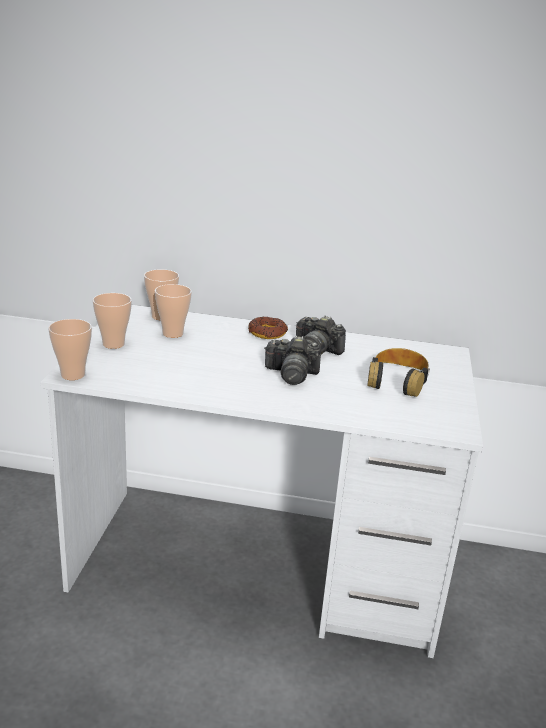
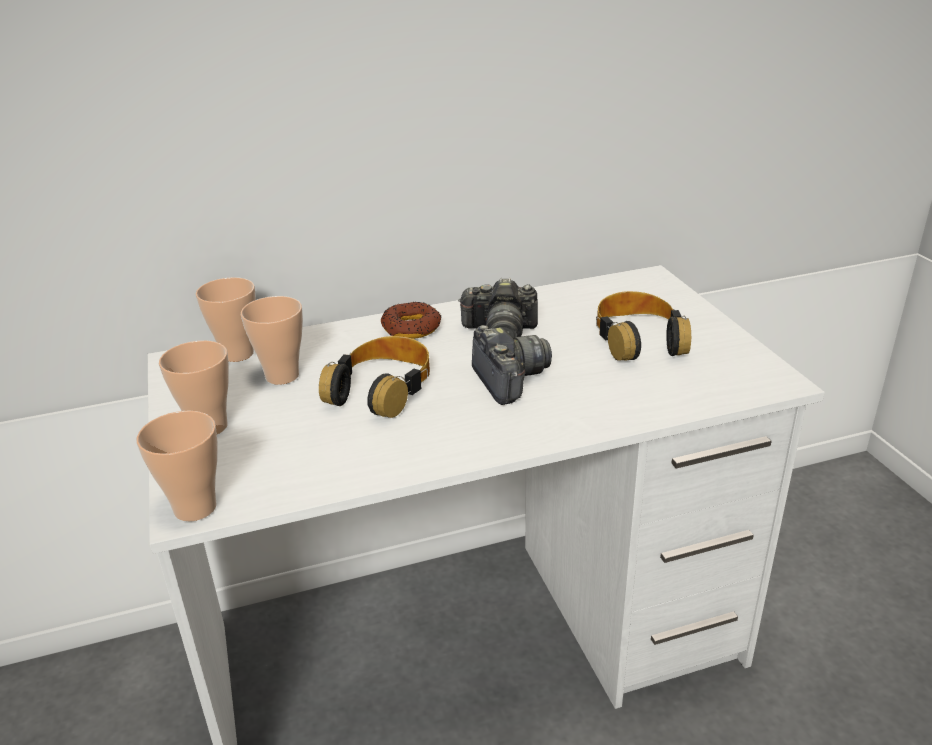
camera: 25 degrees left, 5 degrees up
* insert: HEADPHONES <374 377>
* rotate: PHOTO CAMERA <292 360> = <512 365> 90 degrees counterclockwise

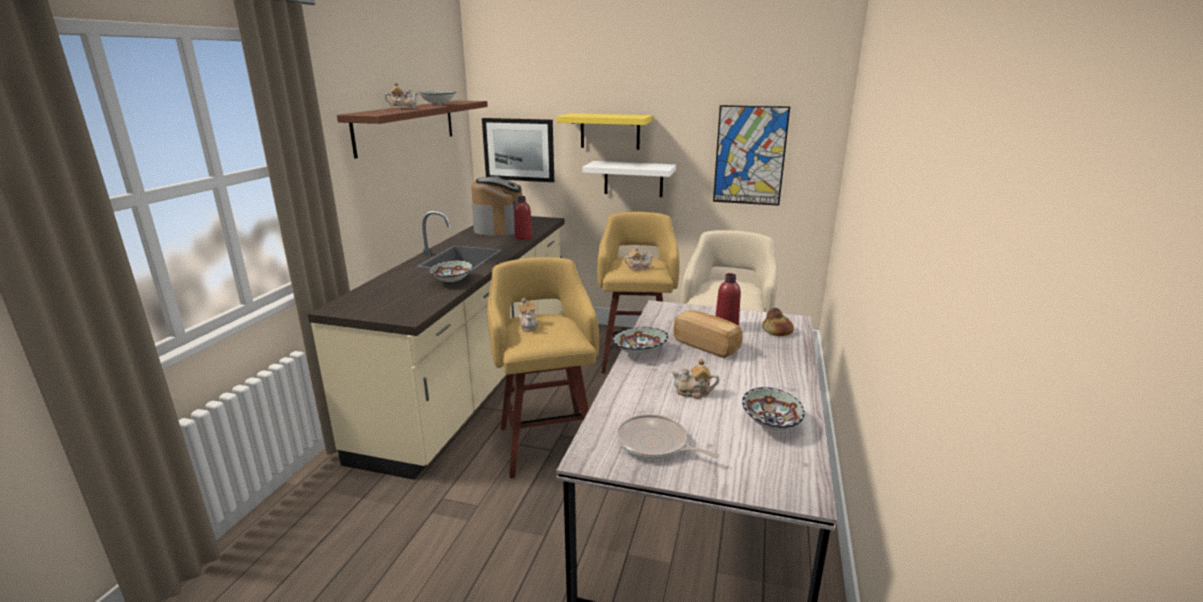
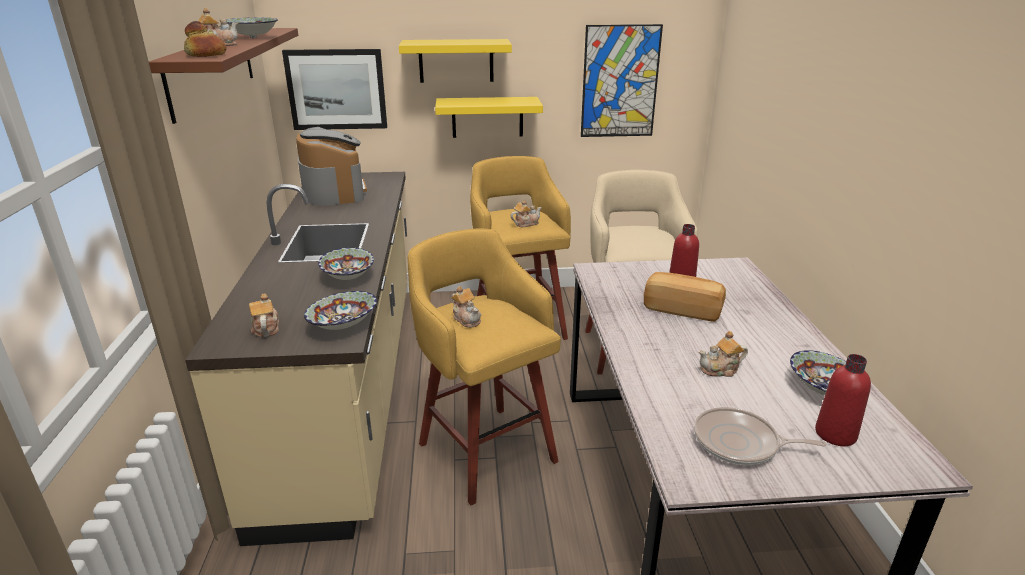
camera: 20 degrees left, 5 degrees up
* move: BREAD <778 322> to <205 39>
* insert: TEAPOT <264 315>
* move: BOWL <640 340> to <340 310>
* recolor: WHITE SHELF <629 179> to YELLOW SHELF <489 117>
* move: RED BOTTLE <523 218> to <843 400>

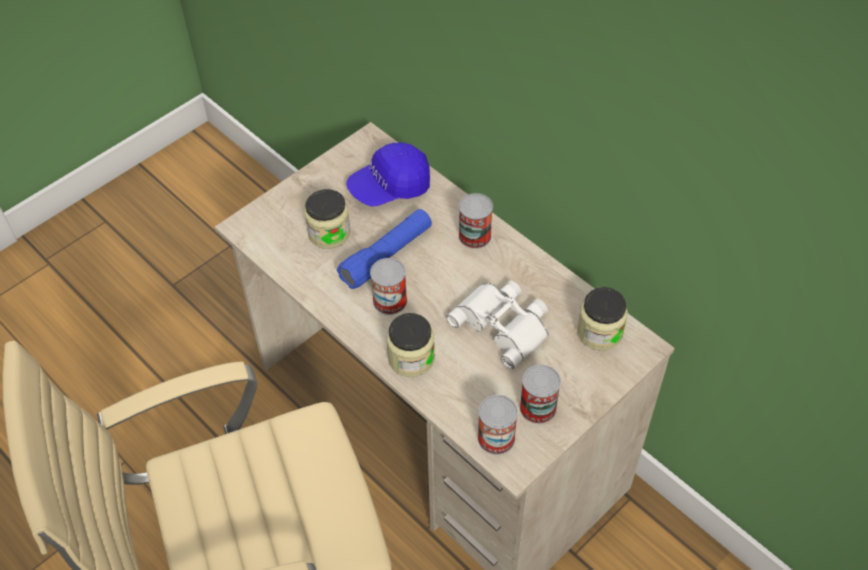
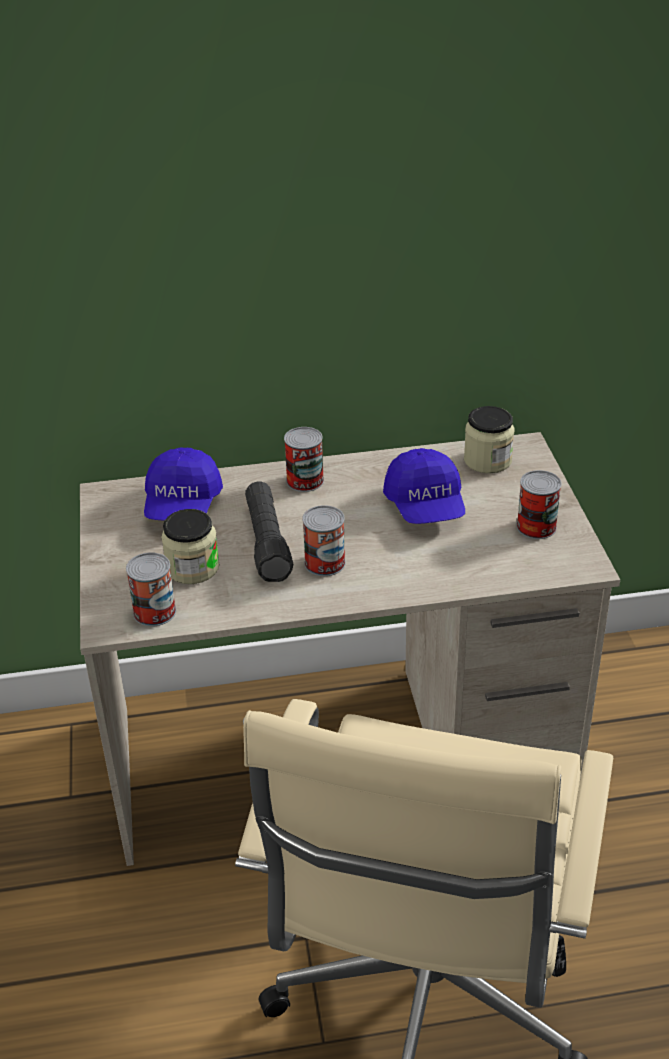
camera: 55 degrees left, 15 degrees down
* move: CAN <497 425> to <151 589>
* recolor: BLUE FLASHLIGHT <384 249> to BLACK FLASHLIGHT <269 531>
* replace: WHITE BINOCULARS <498 324> to BLUE CAP <424 486>
* delete: JAR <410 345>

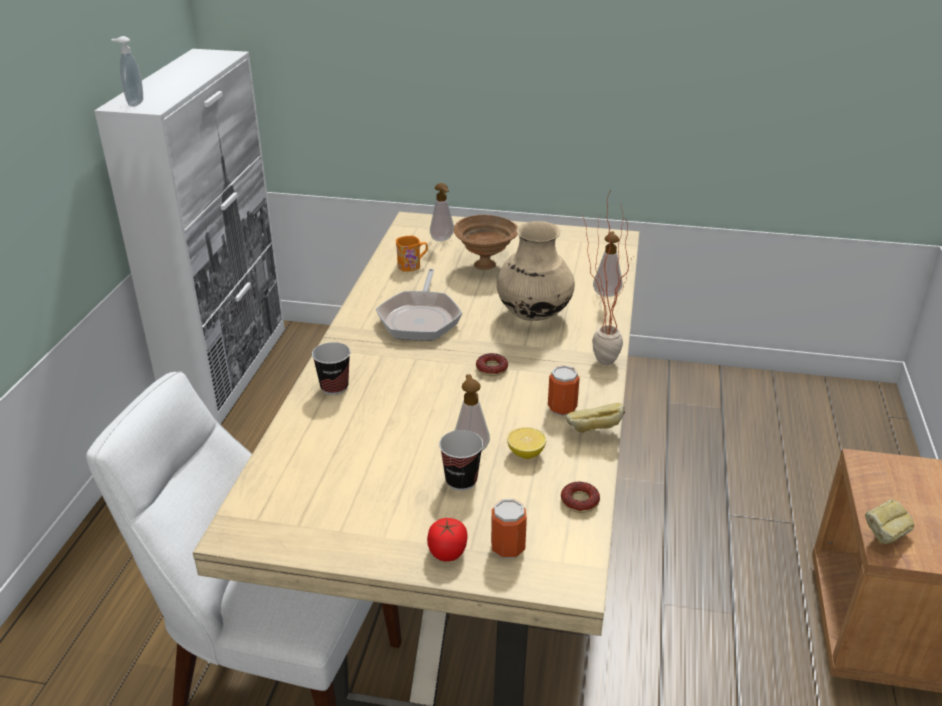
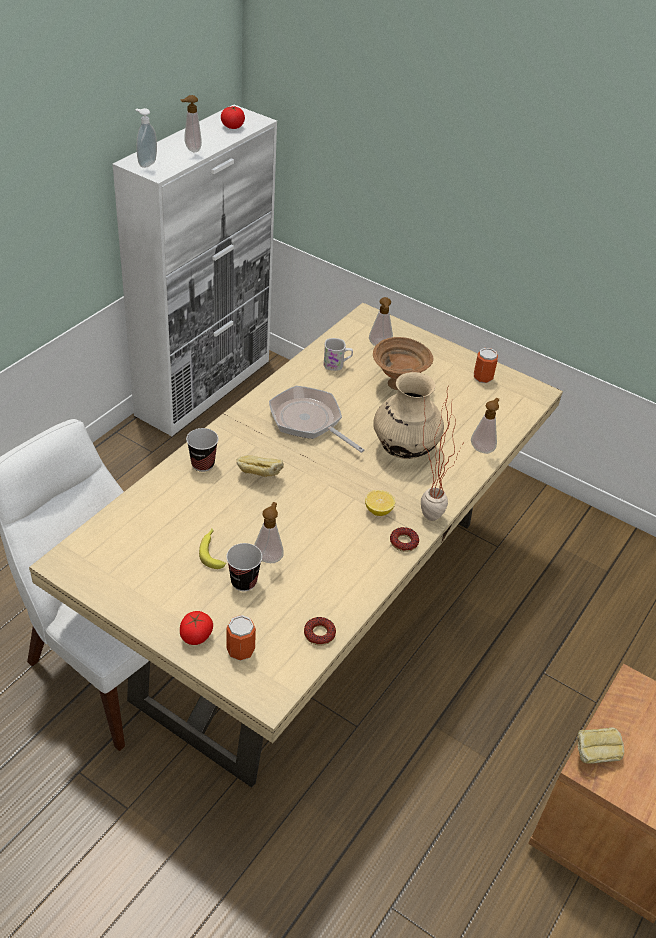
camera: 20 degrees right, 10 degrees up
* insert: SOAP DISPENSER <191 123>
* insert: BANANA <212 548>
* insert: TOMATO <233 117>
* move: BREAD <595 418> to <260 466>
* rotate: FRYING PAN <419 304> = <316 419> 105 degrees clockwise
* recolor: ORANGE MUG <412 254> to WHITE MUG <338 354>
* move: LEMON <526 443> to <380 503>
* move: DONUT <492 364> to <404 539>
* move: CAN <564 390> to <486 365>

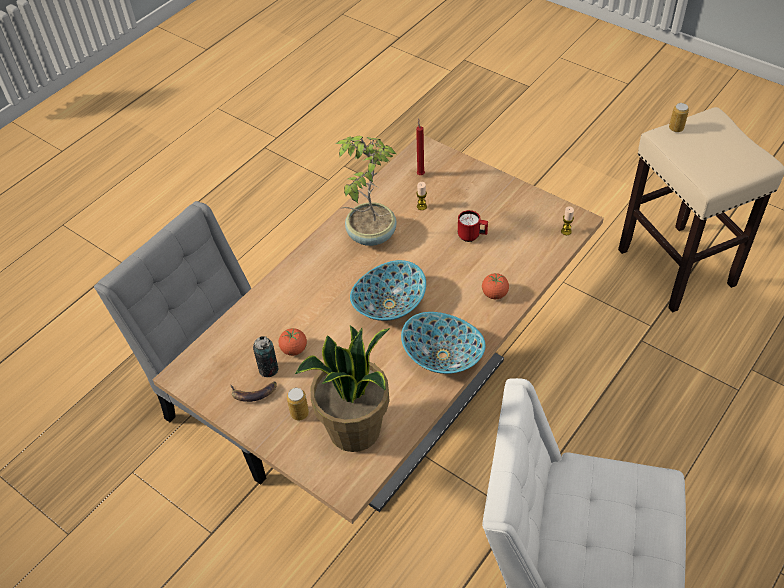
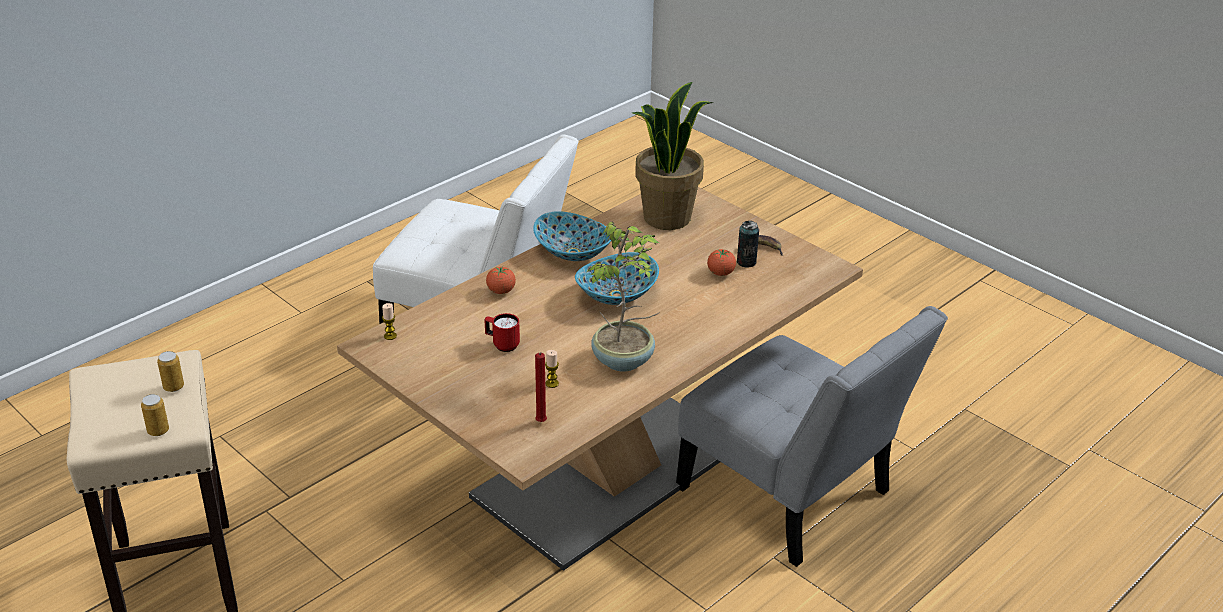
camera: 175 degrees left, 15 degrees down
* move: CAN <298 404> to <170 371>

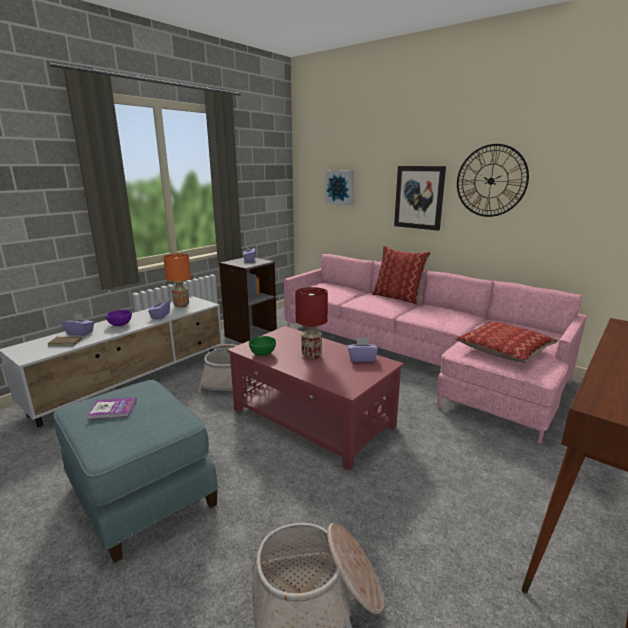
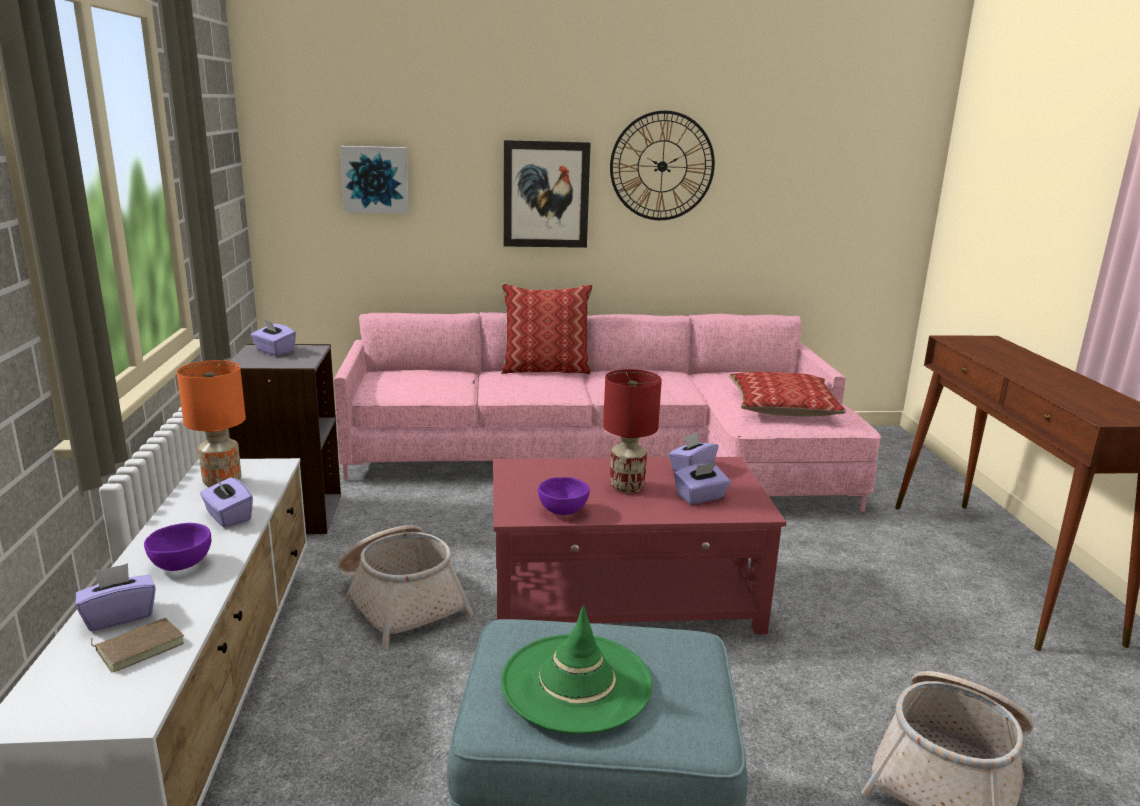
camera: 45 degrees left, 0 degrees up
* replace: BOOK <111 408> to GREEN HAT <576 669>
* recolor: GREEN BOWL <262 346> to PURPLE BOWL <564 496>
* insert: PURPLE TISSUE BOX <702 484>

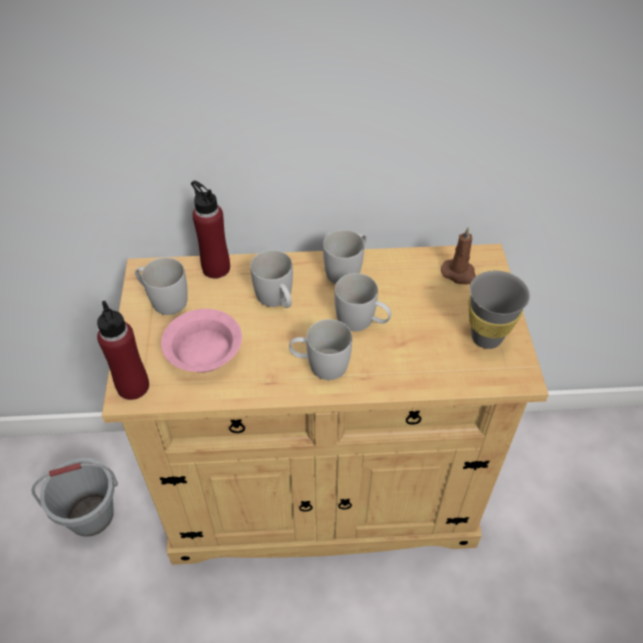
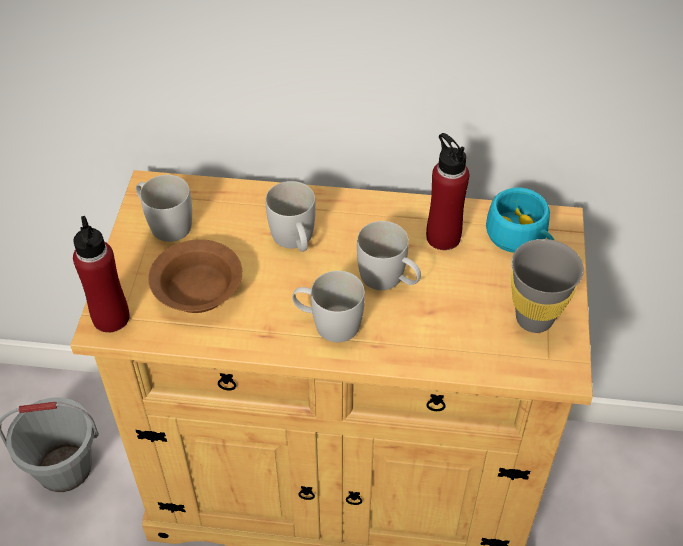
camera: 10 degrees right, 0 degrees up
* recolor: PINK BOWL <201 340> to BROWN BOWL <195 276>
* move: RED BOTTLE <210 229> to <447 191>
* replace: BROWN CANDLE <458 255> to TURQUOISE CUP <520 220>
* delete: WHITE MUG <345 257>

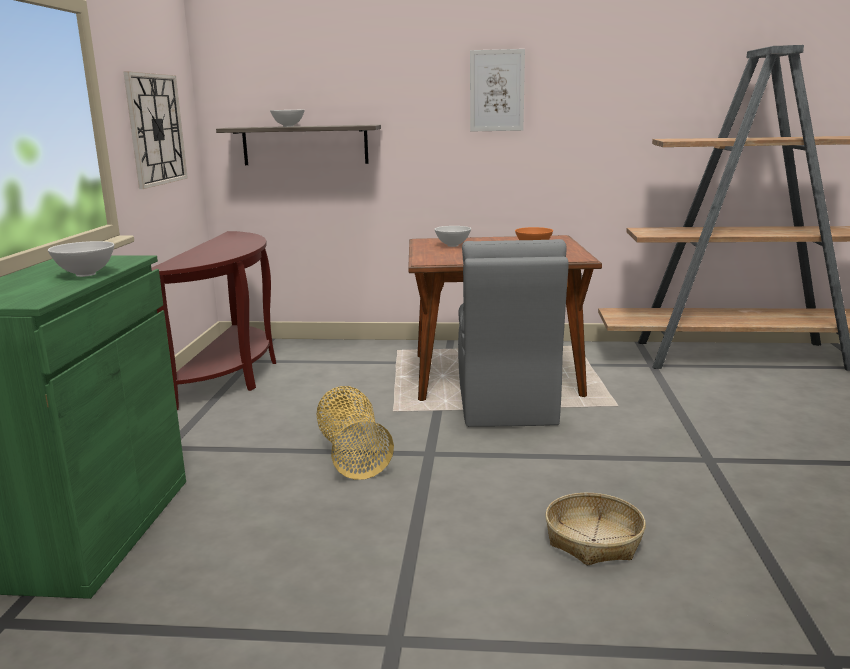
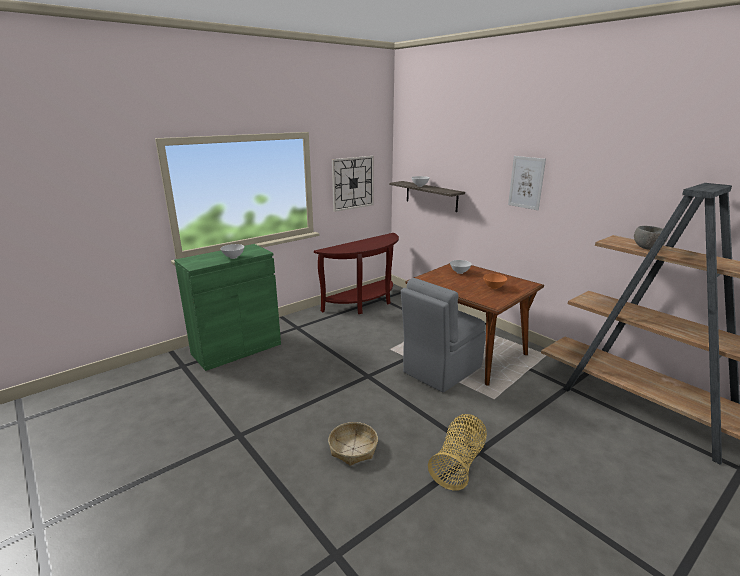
camera: 45 degrees right, 5 degrees up
* move: BASKET <355 433> to <457 452>
* insert: GREY BOWL <651 238>

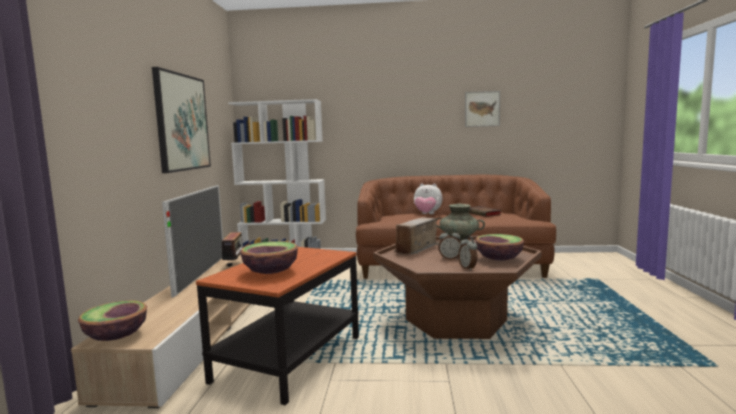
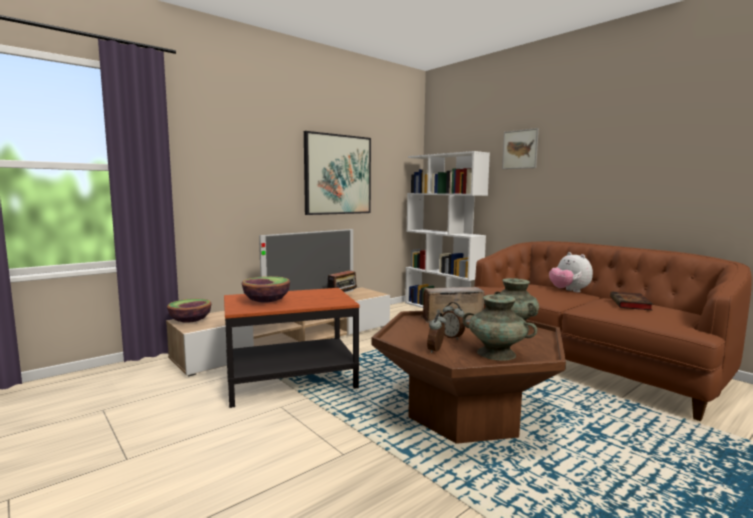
camera: 45 degrees right, 0 degrees up
* replace: BOWL <499 247> to TURQUOISE VASE <500 327>
* move: PICTURE <482 109> to <520 148>

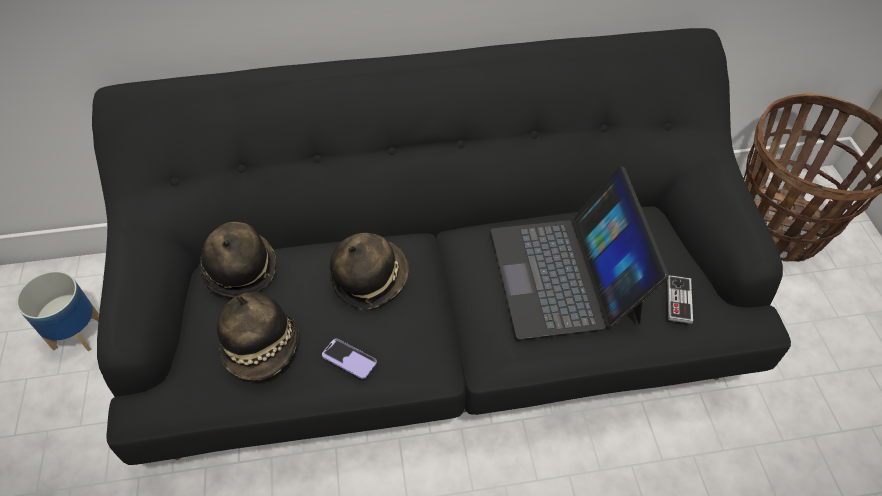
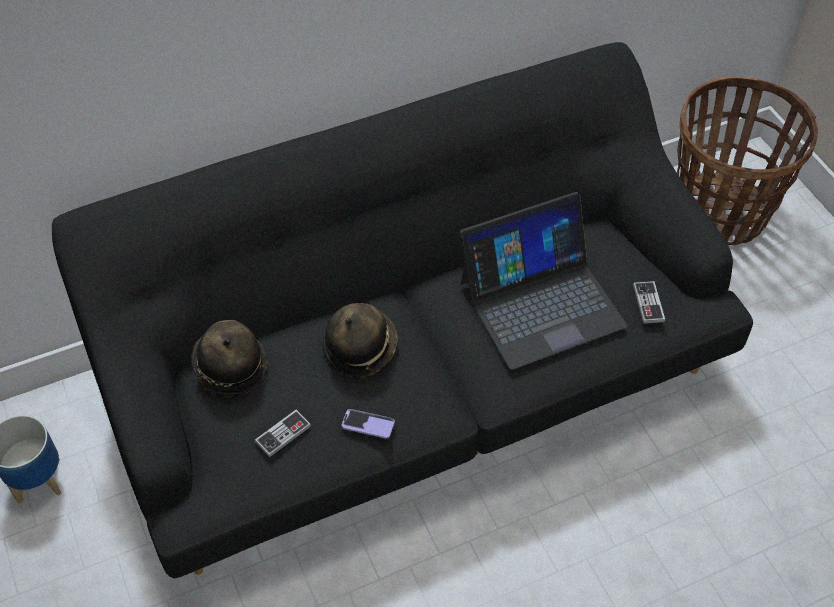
camera: 15 degrees left, 0 degrees up
* replace: HAT <257 336> to GAME CONTROLLER <283 433>
* rotate: LAPTOP <580 253> = <544 281> 90 degrees counterclockwise

